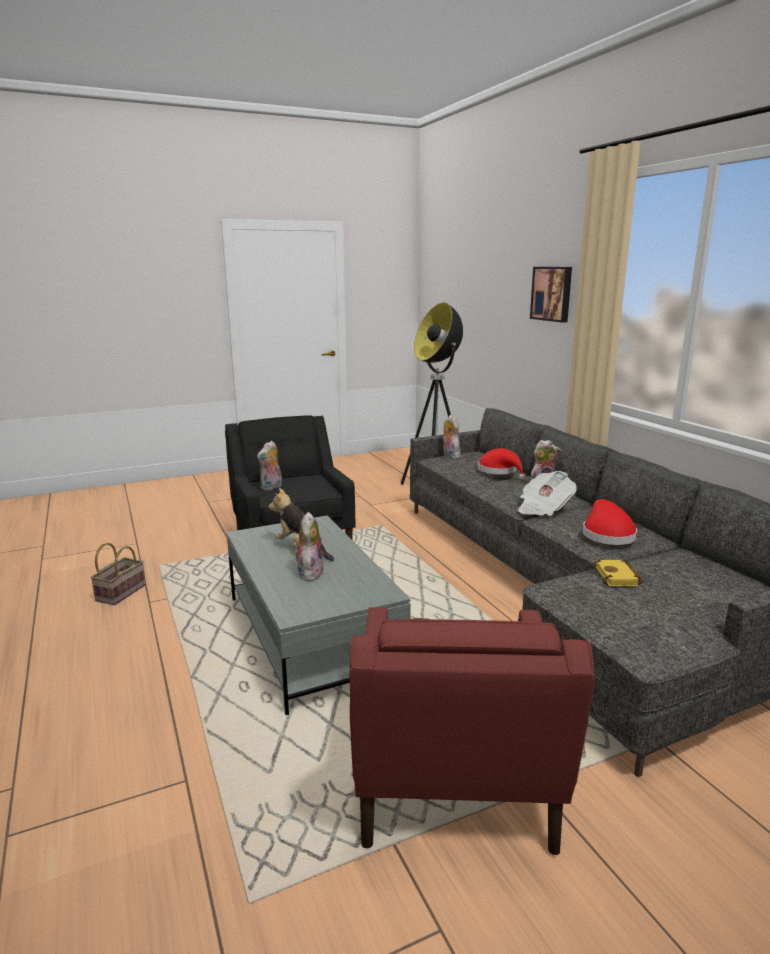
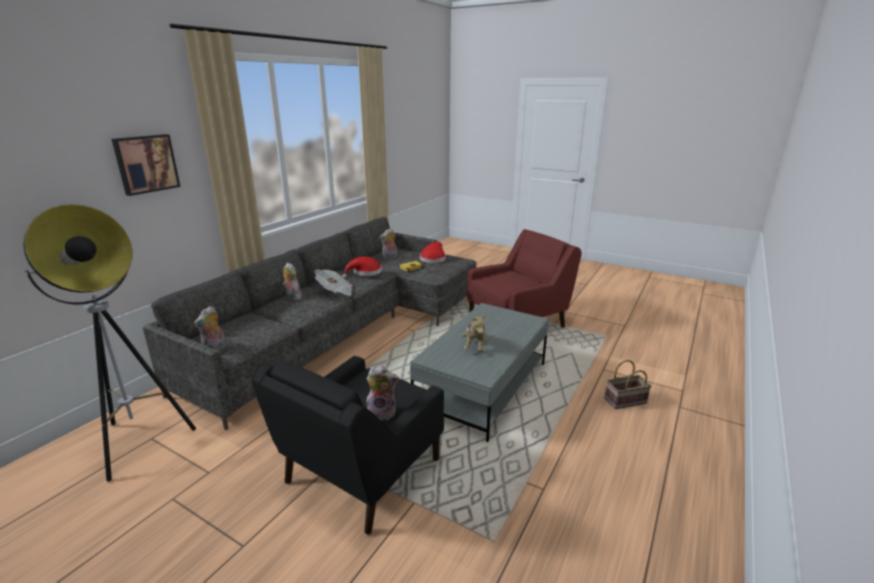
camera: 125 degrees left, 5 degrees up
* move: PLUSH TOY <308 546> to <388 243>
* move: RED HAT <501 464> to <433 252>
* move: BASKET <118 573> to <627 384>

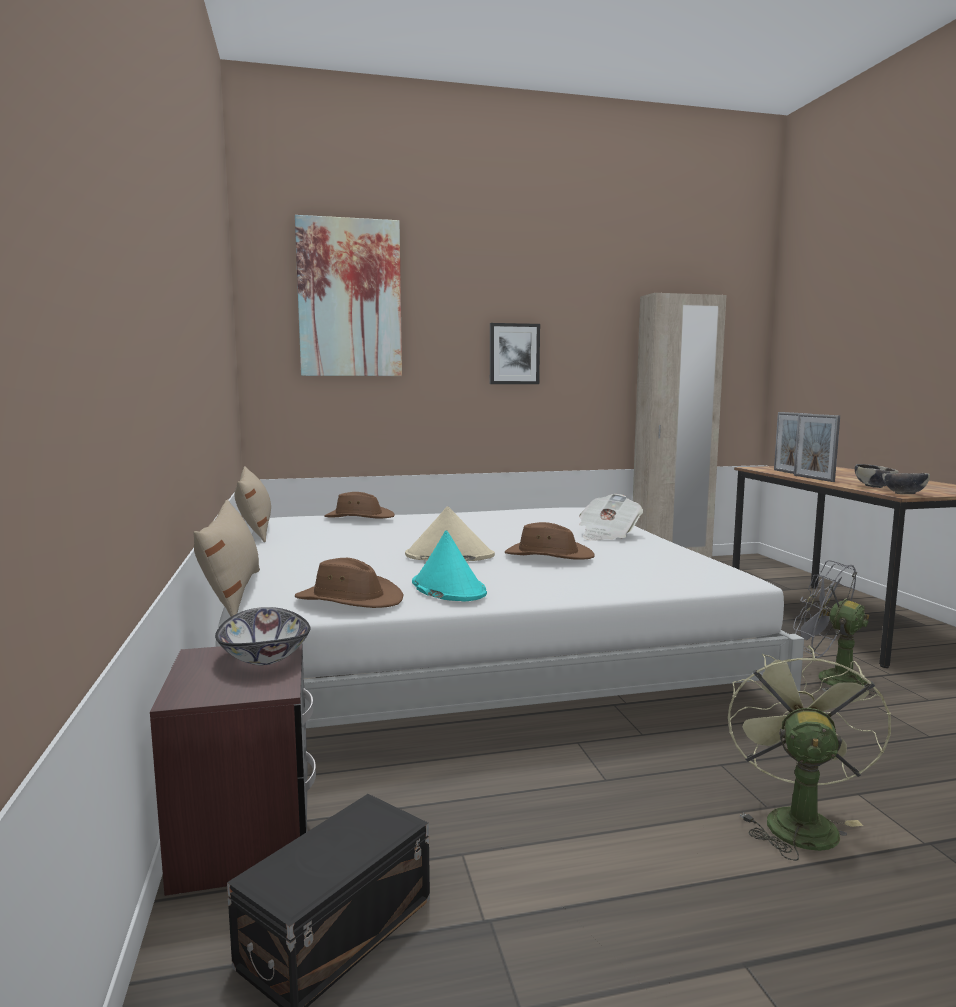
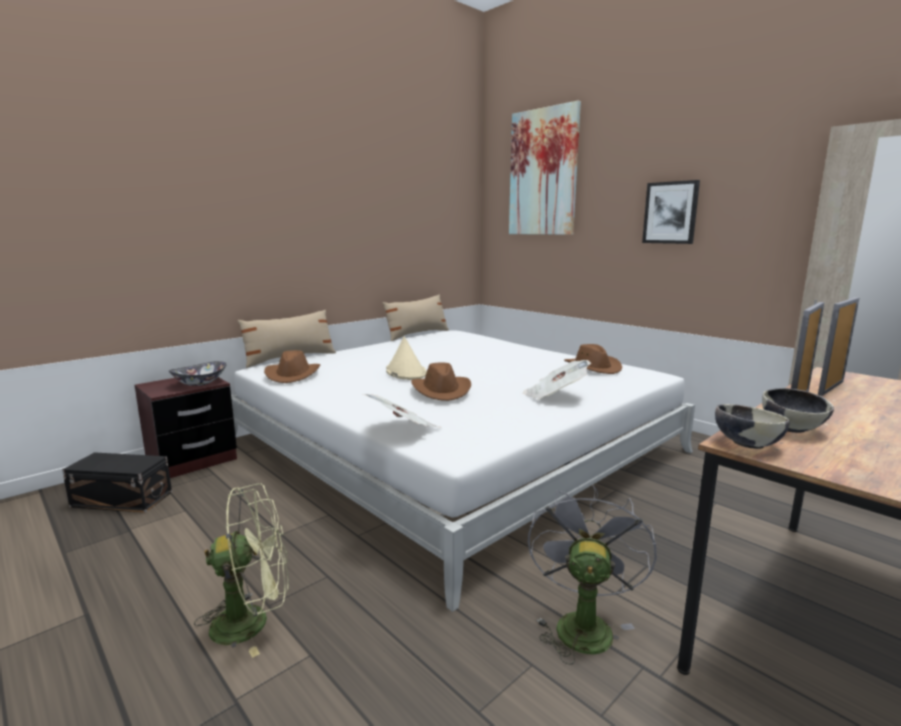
camera: 60 degrees right, 5 degrees up
* insert: NEWSPAPER <402 411>
* move: BROWN HAT <359 505> to <593 359>
* delete: TURQUOISE HAT <449 565>

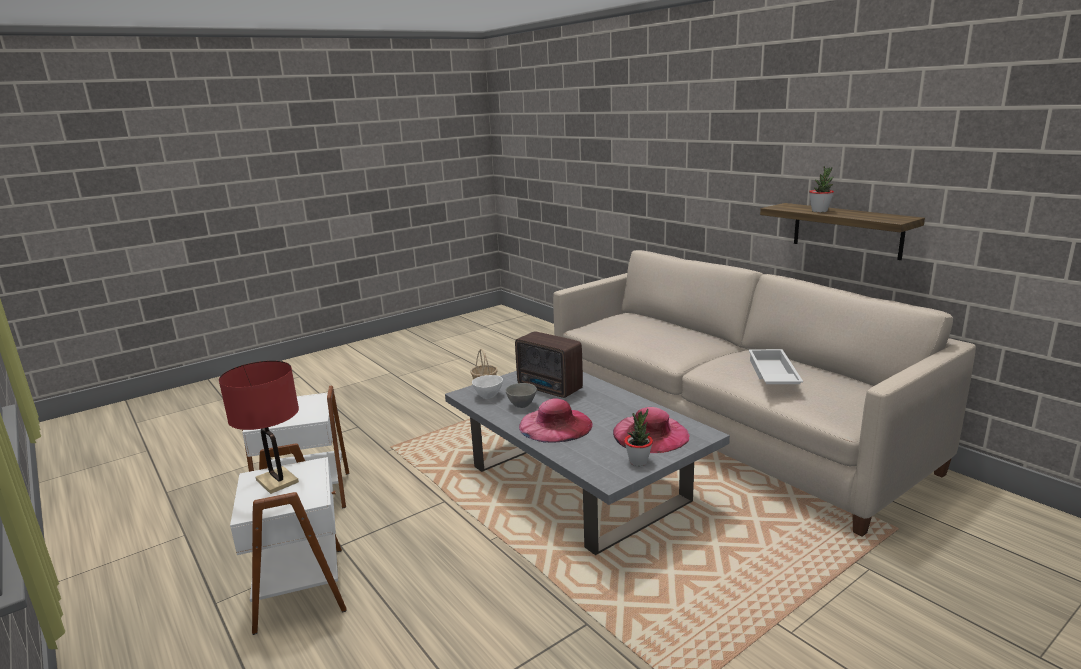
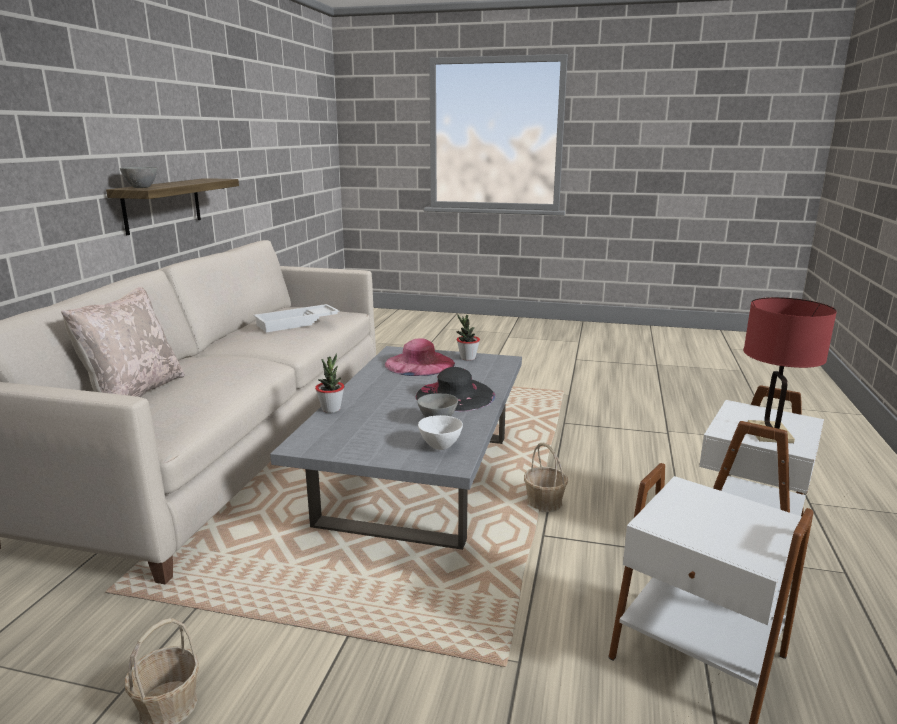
camera: 130 degrees left, 0 degrees up
* insert: BEIGE PILLOW <123 342>
* insert: GREY BOWL <139 177>
* move: POTTED PLANT <821 189> to <329 383>
* recolor: PINK HAT <556 420> to BLACK HAT <455 389>
* insert: BASKET <546 477>
* delete: RADIO <549 364>

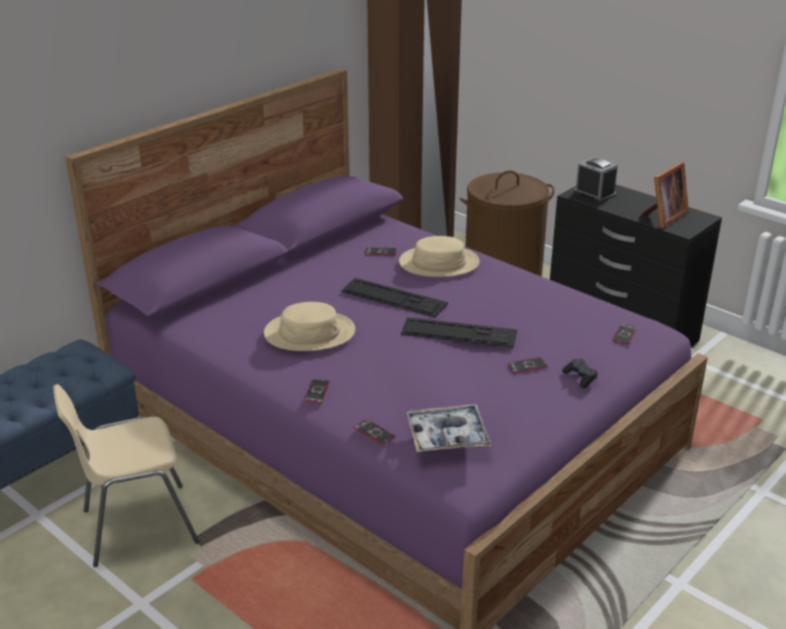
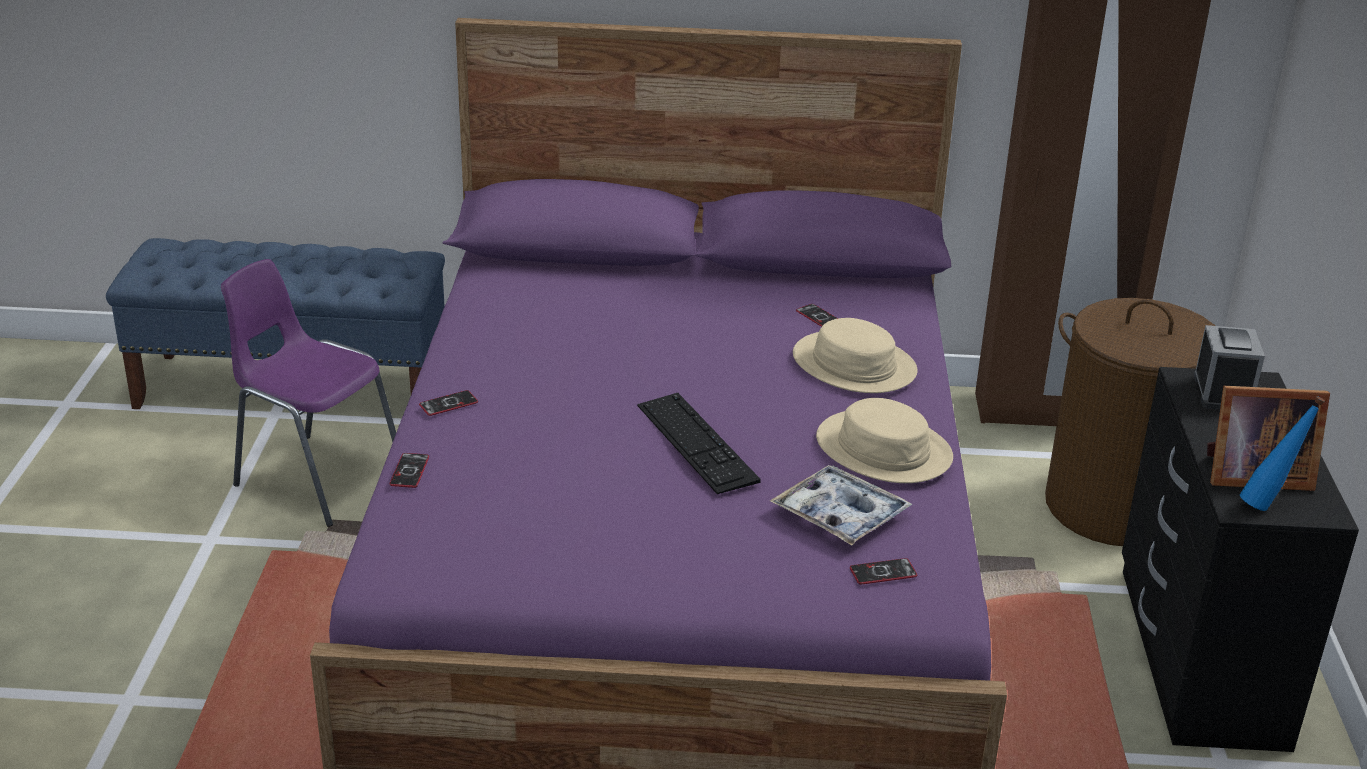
camera: 50 degrees right, 0 degrees up
* recolor: BEIGE CHAIR <126 475> to PURPLE CHAIR <308 393>
* move: TRAY <449 428> to <841 505>
* move: BEIGE HAT <309 326> to <884 440>
* insert: BLUE BOTTLE <1282 453>
* delete: KEYBOARD <394 297>
* delete: PHONE <527 365>
* delete: BLACK GAME CONTROLLER <580 373>

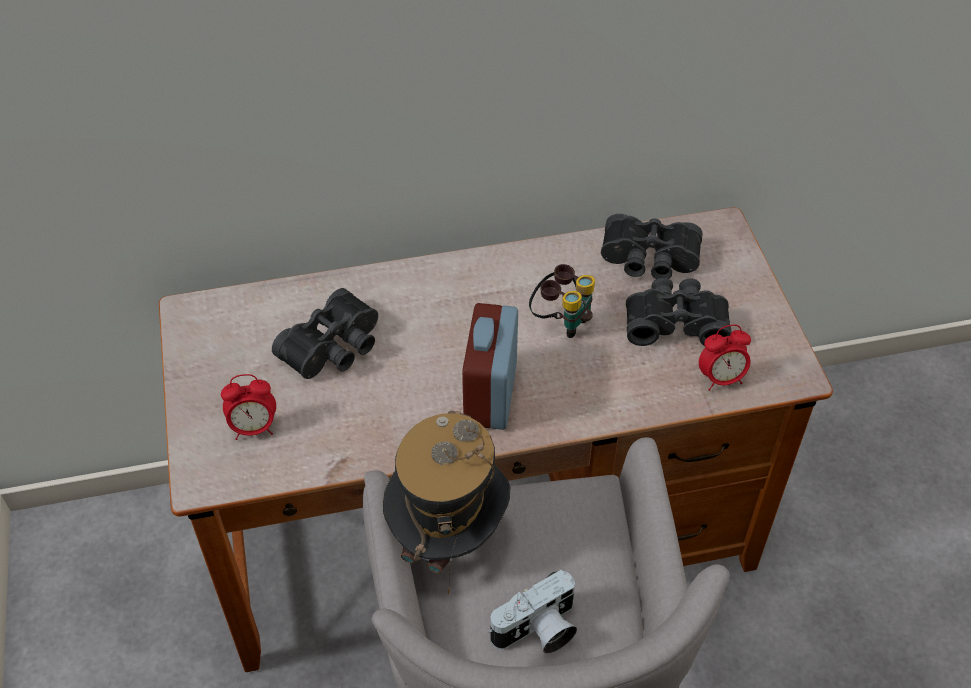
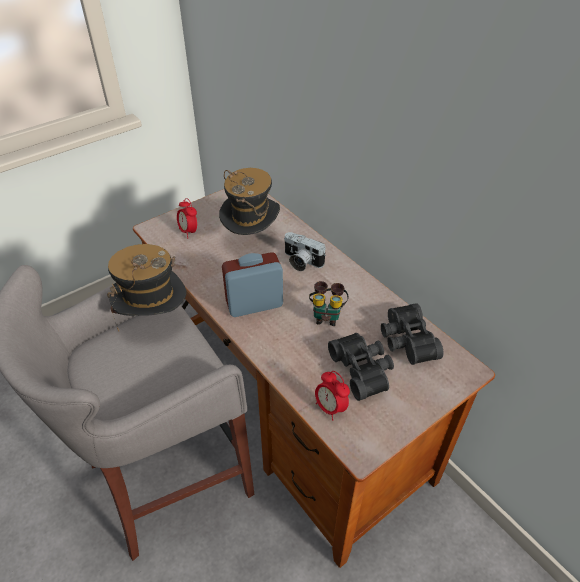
camera: 65 degrees right, 5 degrees down
* replace: BLACK BINOCULARS <325 333> to HAT <249 201>
* move: PHOTO CAMERA <533 612> to <305 251>

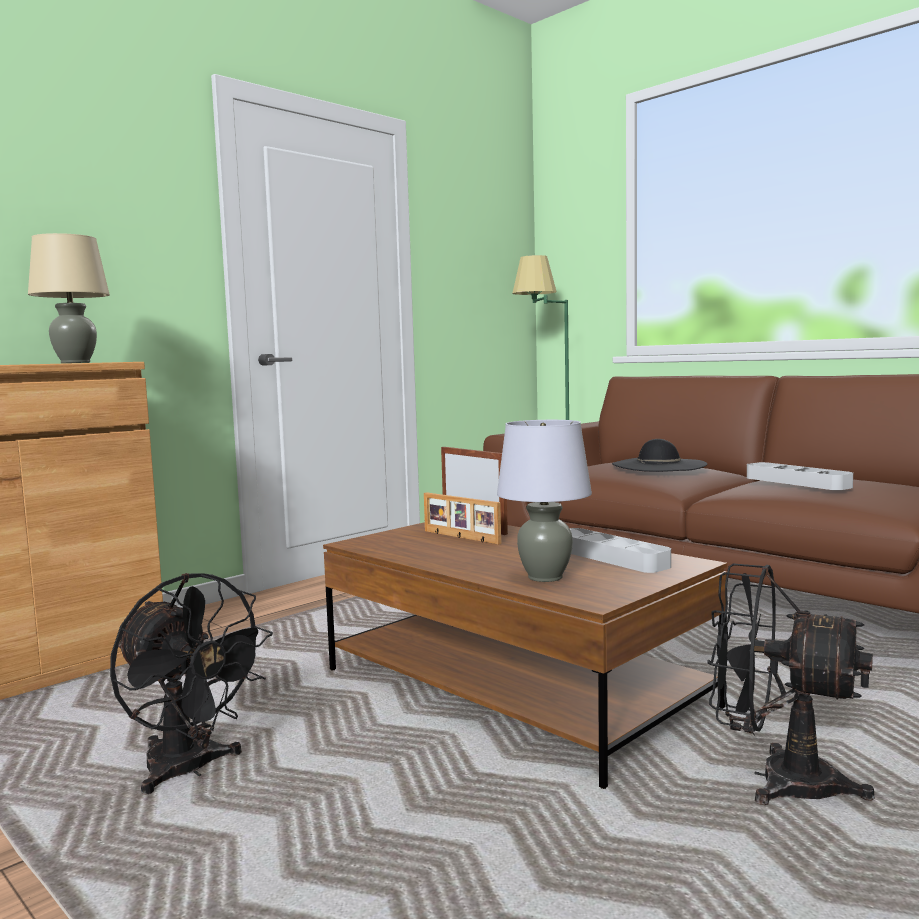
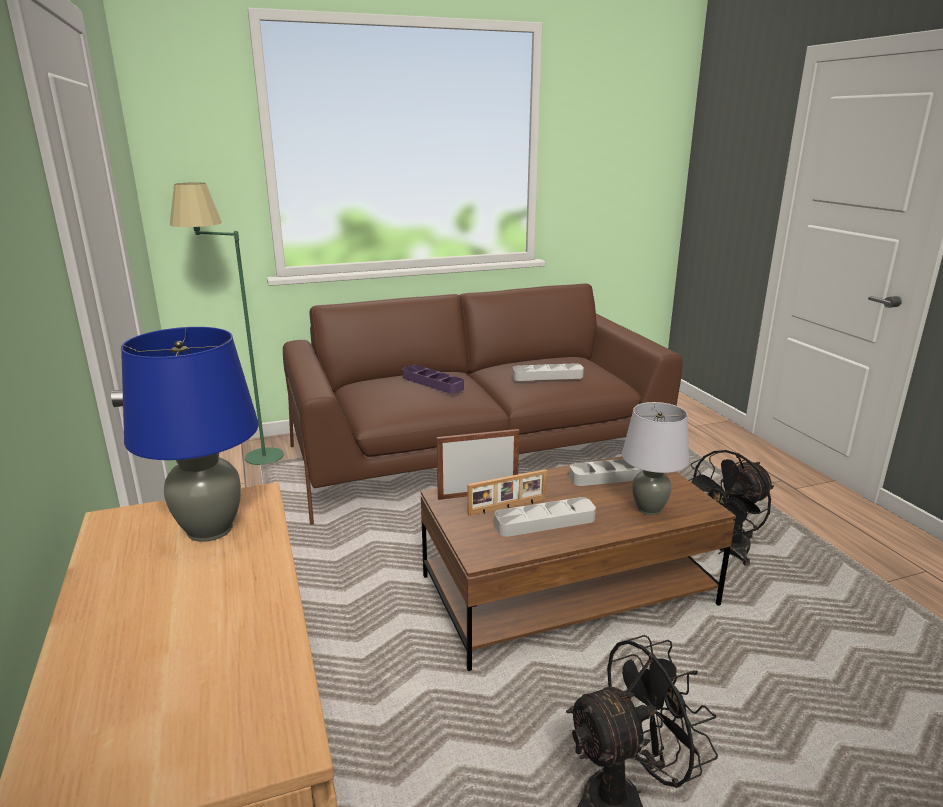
camera: 65 degrees left, 15 degrees up
* recolor: BEIGE TABLE LAMP <69 298> to BLUE TABLE LAMP <190 434>
* replace: BLACK HAT <659 455> to PURPLE TRAY <433 379>
* insert: GREY TRAY <545 517>

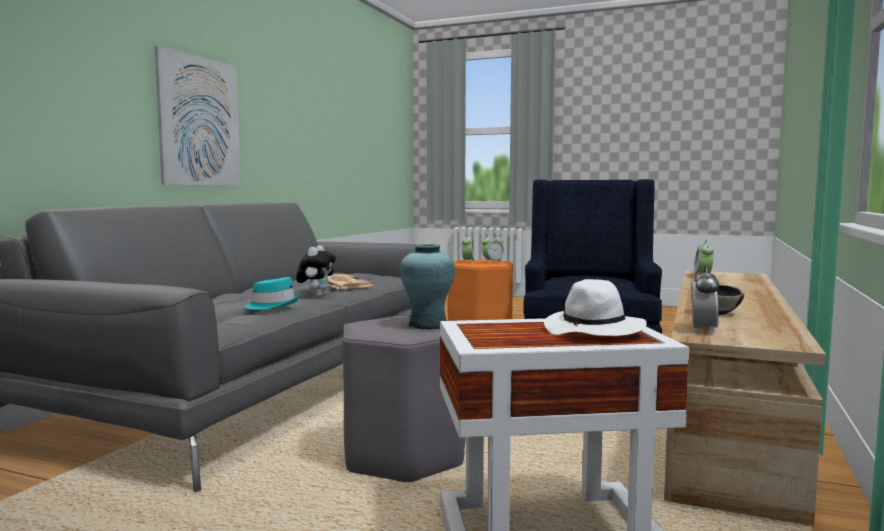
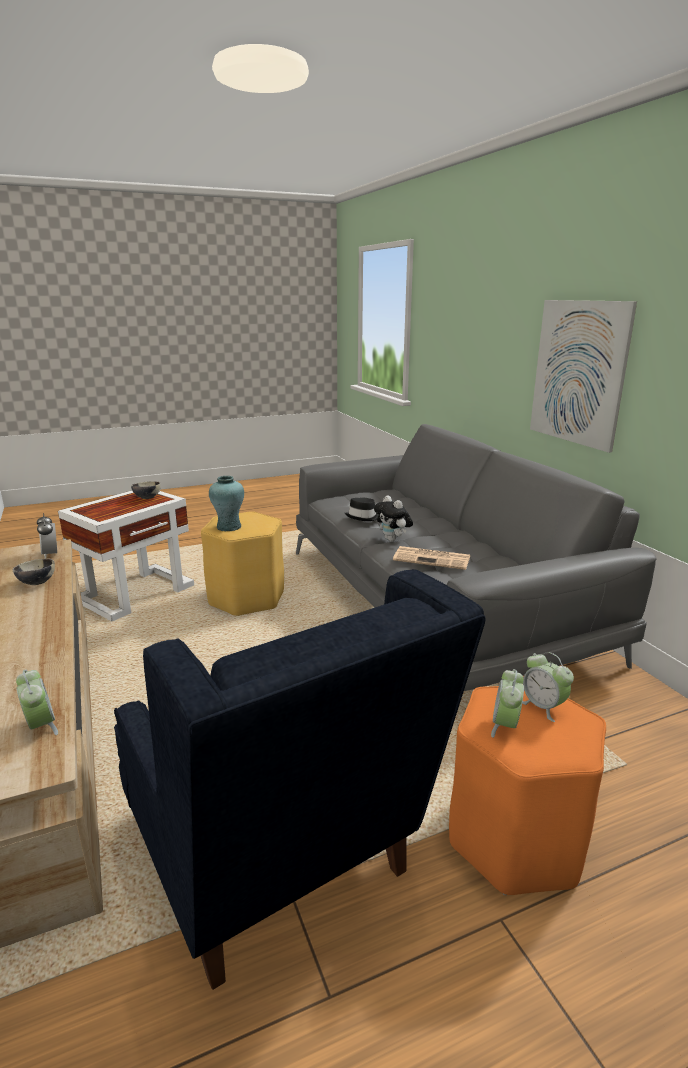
camera: 135 degrees right, 15 degrees up
* insert: BOWL <146 490>
* recolor: GREY STOOL <403 399> to YELLOW STOOL <242 563>
* recolor: TURQUOISE HAT <272 293> to BLACK HAT <361 509>
* delete: WHITE HAT <595 307>

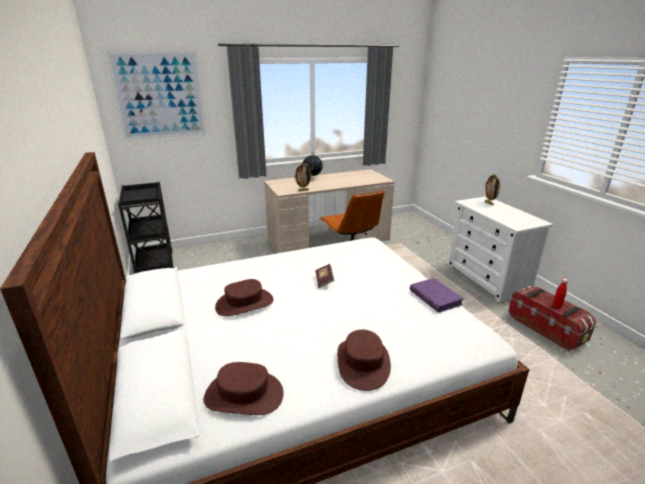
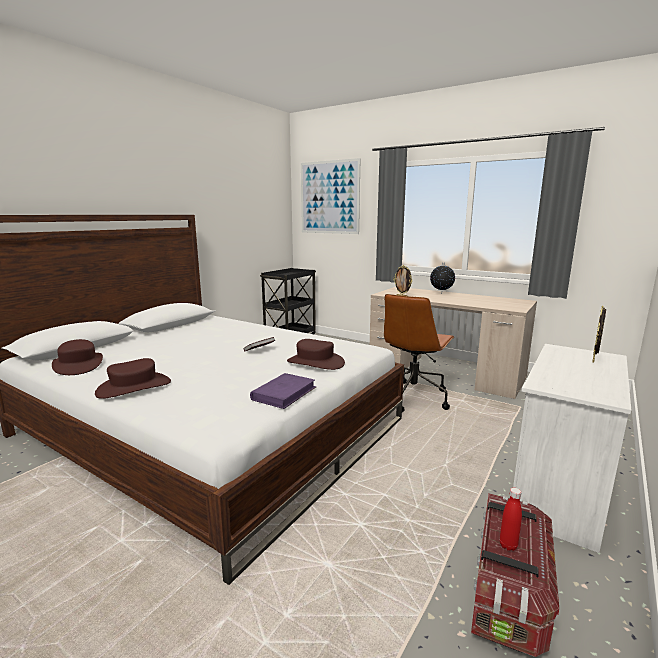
camera: 55 degrees right, 10 degrees down
* move: BROWN HAT <244 297> to <316 354>

